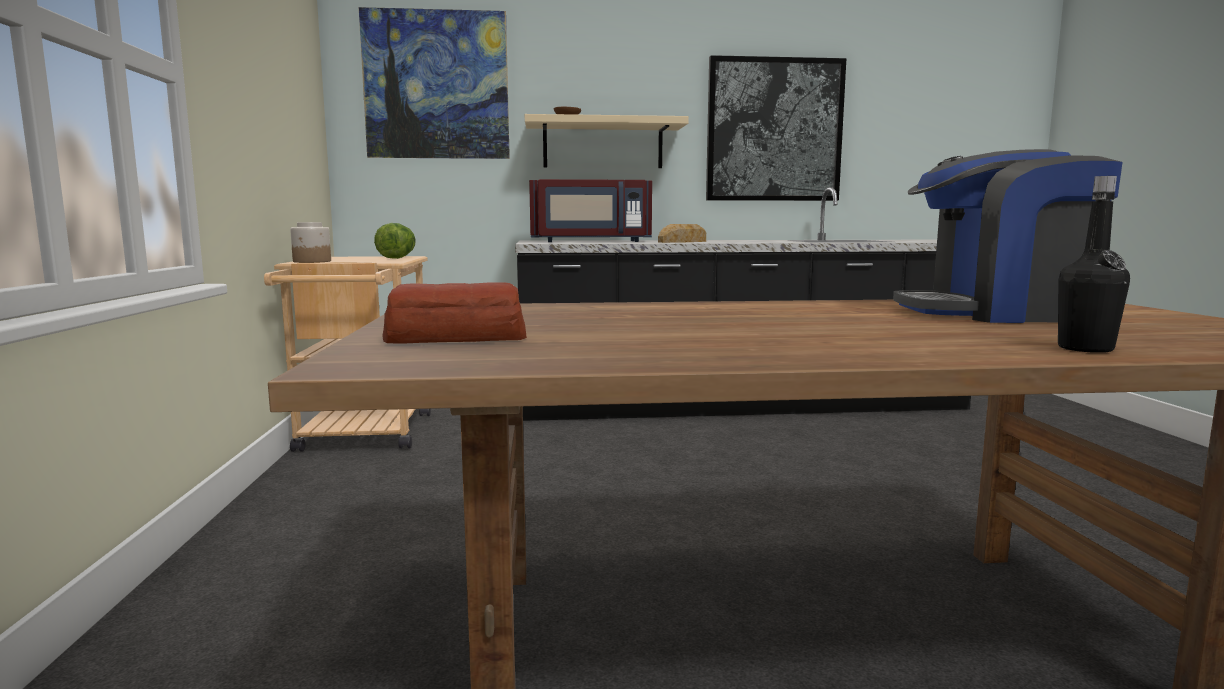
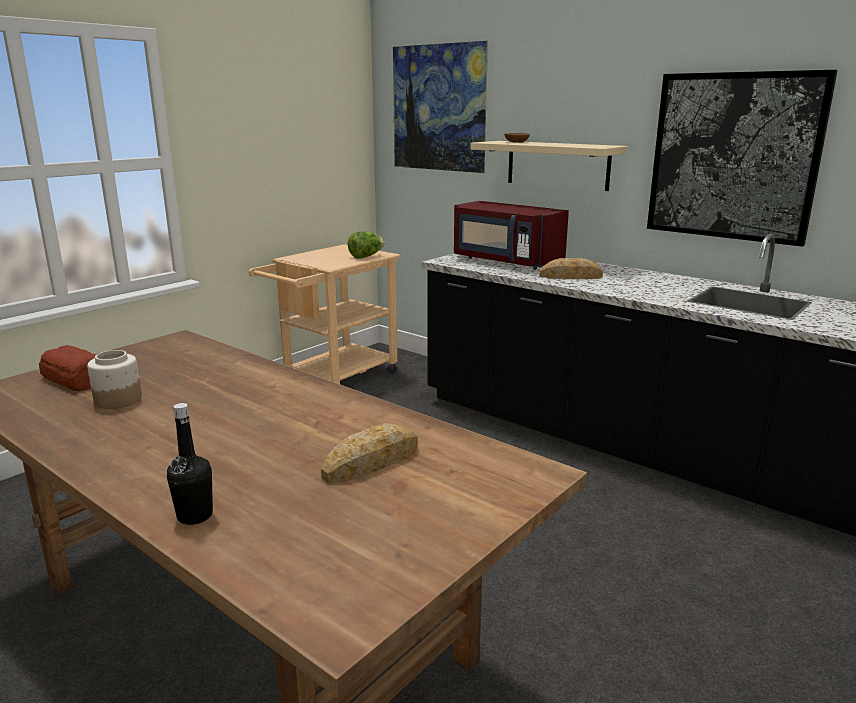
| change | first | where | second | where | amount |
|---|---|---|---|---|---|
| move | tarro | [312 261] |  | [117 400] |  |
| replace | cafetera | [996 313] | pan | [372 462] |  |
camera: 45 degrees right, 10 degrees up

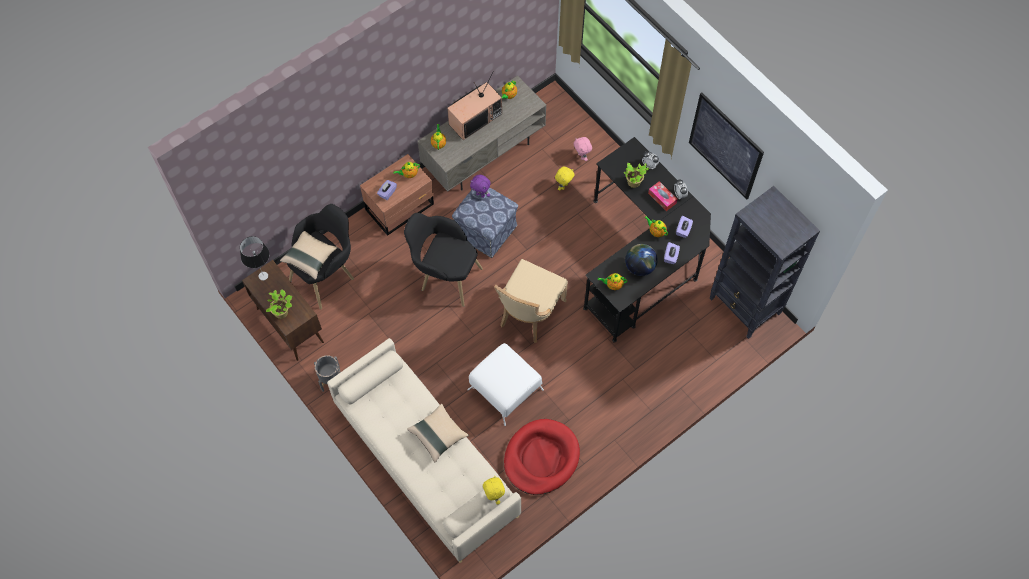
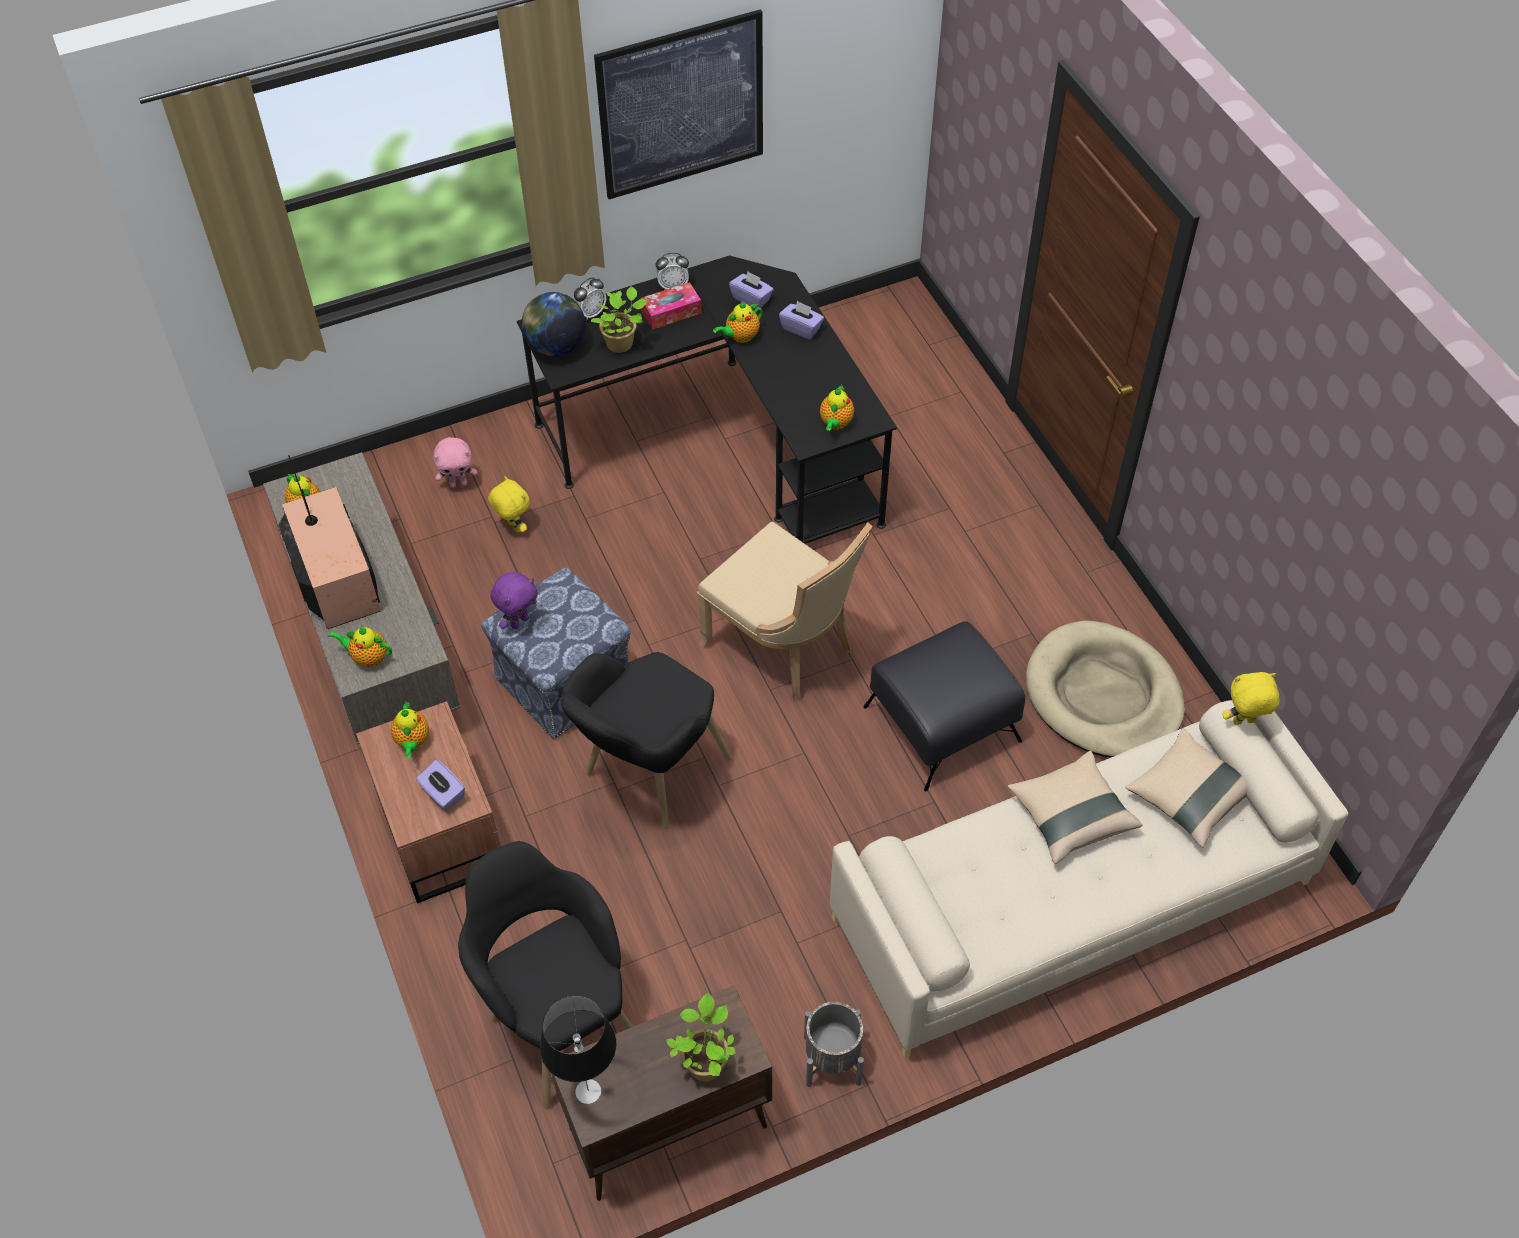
| change | first | where | second | where | amount |
|---|---|---|---|---|---|
| move | cojín [beis] | [310 258] |  | [1189 797] |  |
| recolor | puf [blanco] | [505 389] | puf [negro] | [941 723] |  |
| recolor | cama para perro [rojo] | [541 458] | cama para perro [beis] | [1103 695] |  |
| move | globo terráqueo | [639 266] |  | [556 346] |  |
| delete | estantería [negro] | [745 307] |  |  |  |
camera: 75 degrees left, 10 degrees down

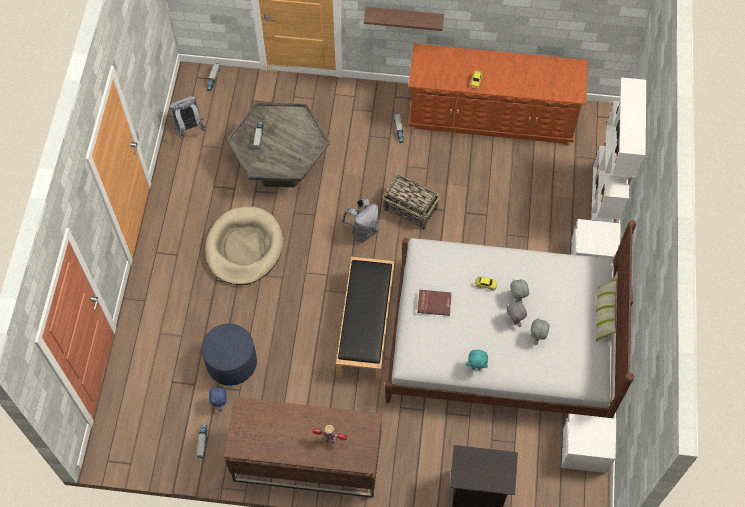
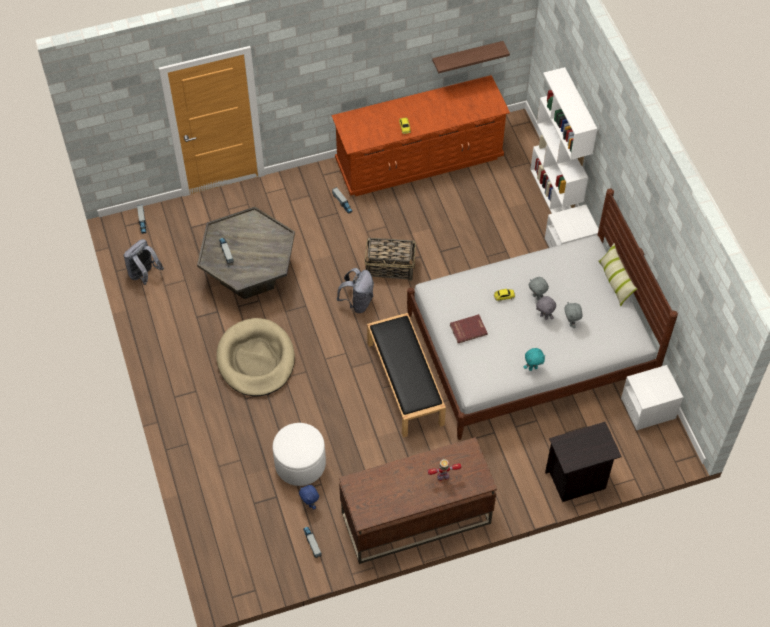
| change | first | where | second | where | amount |
|---|---|---|---|---|---|
| recolor | puf [azul] | [231 362] | puf [blanco] | [300 464] |  |
| move | estante | [404 17] |  | [467 56] |  |
camera: 25 degrees left, 5 degrees down

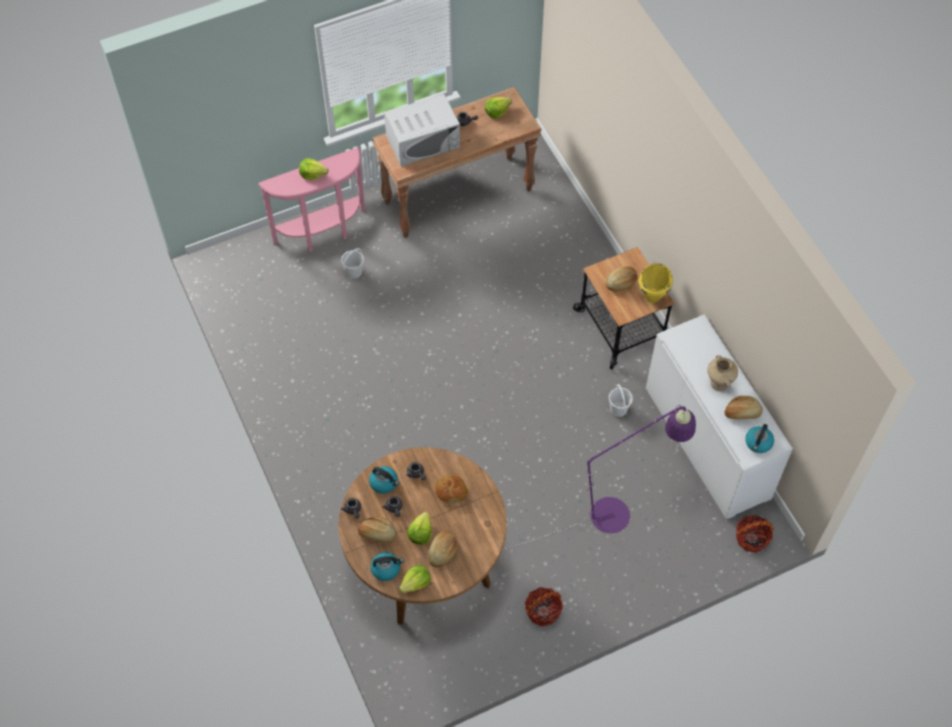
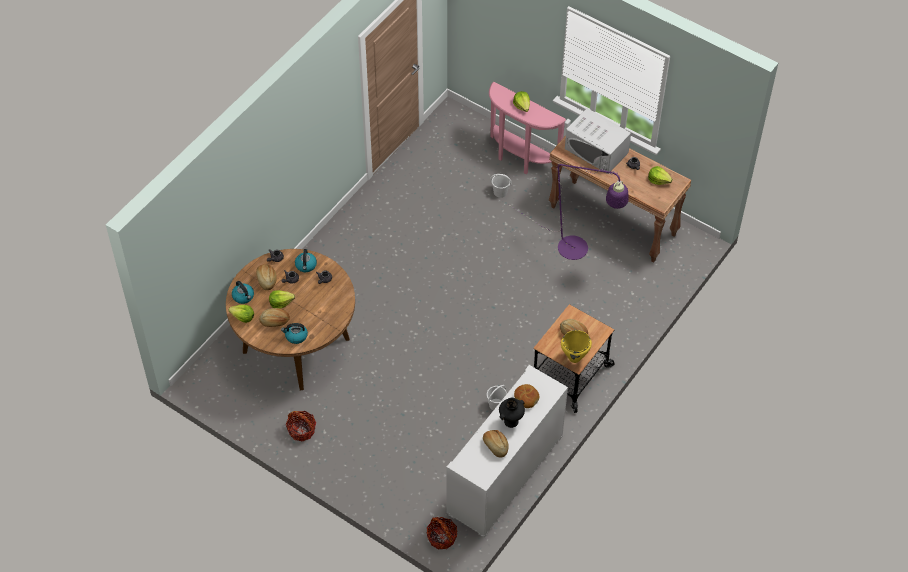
| change | first | where | second | where | amount |
|---|---|---|---|---|---|
| move | pan | [451 491] |  | [526 398] |  |
| move | lámpara de pie [morado] | [620 511] |  | [579 252] |  |
| recolor | florero [beis] | [718 383] | florero [negro] | [511 421] |  |
| move | hervidor | [758 443] |  | [296 336] |  |
camera: 60 degrees right, 5 degrees down

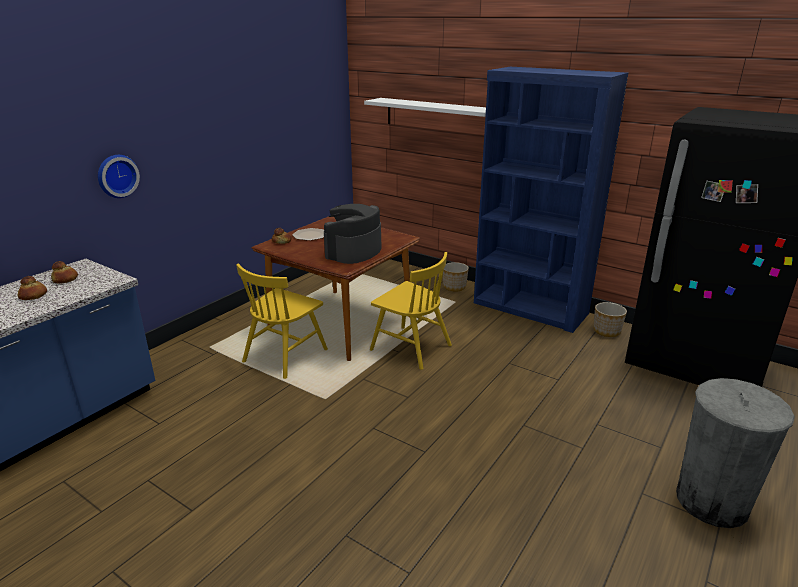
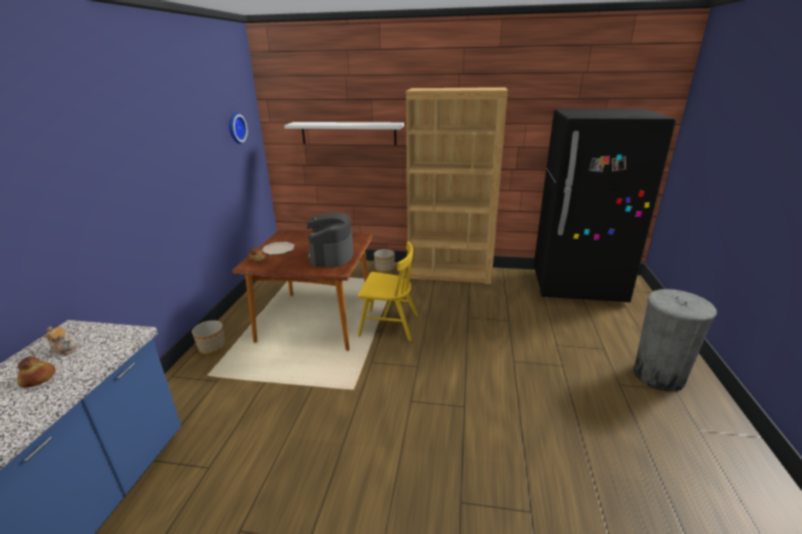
| change | first | where | second | where | amount |
|---|---|---|---|---|---|
| replace | pan | [65 279] | tetera | [65 349] |  |
| move | reloj de pared | [116 176] |  | [235 128] |  |
| delete | silla [amarillo] | [285 355] |  |  |  |
| recolor | estantería [azul] | [530 308] | estantería [marrón] | [450 273] |  |
| move | maceta | [606 331] |  | [212 347] |  |
camera: 25 degrees left, 0 degrees up

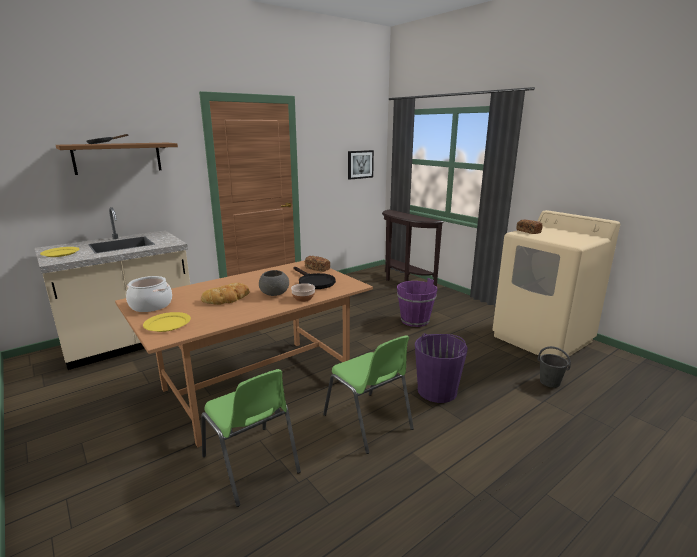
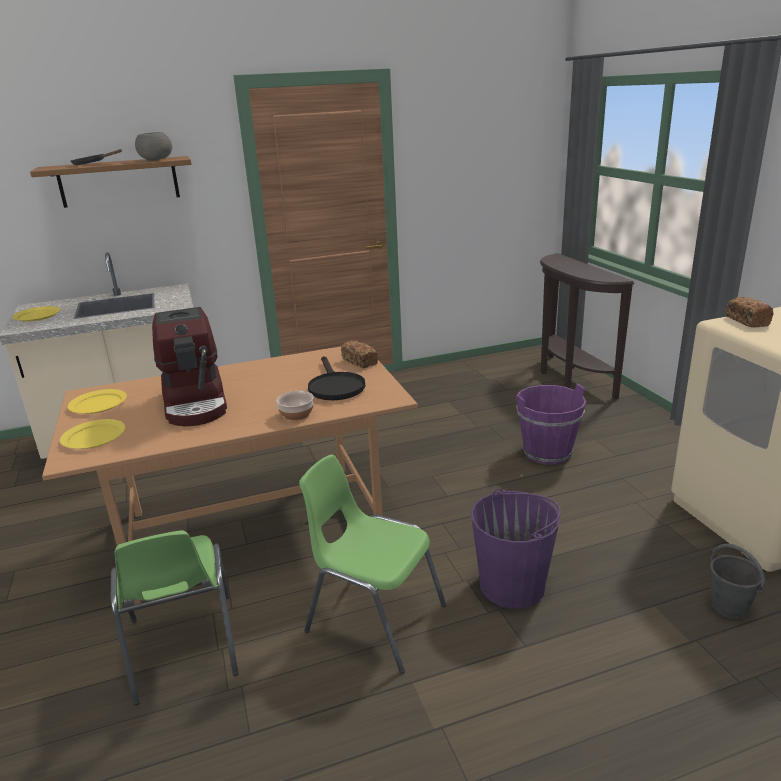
| change | first | where | second | where | amount |
|---|---|---|---|---|---|
| replace | olla | [151 305] | plato [amarillo] | [97 404] |  |
| replace | pan | [227 298] | cafetera | [196 403] |  |
| move | cuenco [gris] | [274 294] |  | [155 160] |  |
| rotate | silla [verde] | [368 422] |  | [374 618] | 135 degrees clockwise |
| delete | cuadro | [360 164] |  |  |  |
camera: 20 degrees right, 5 degrees up

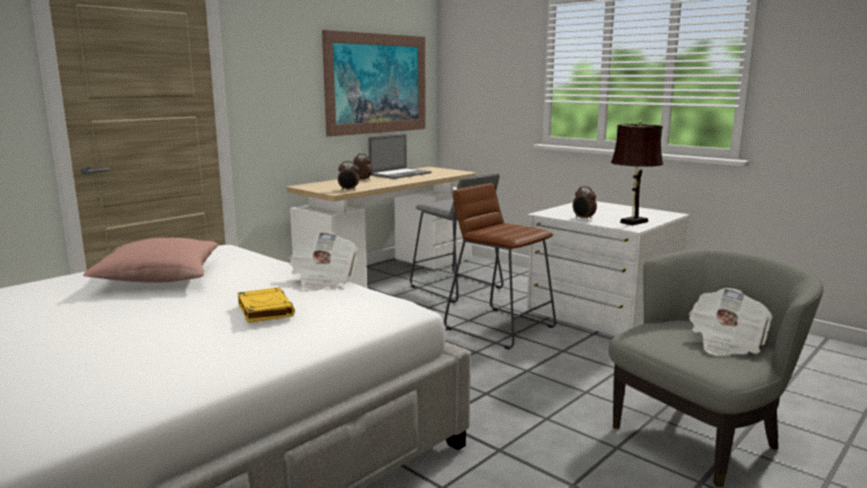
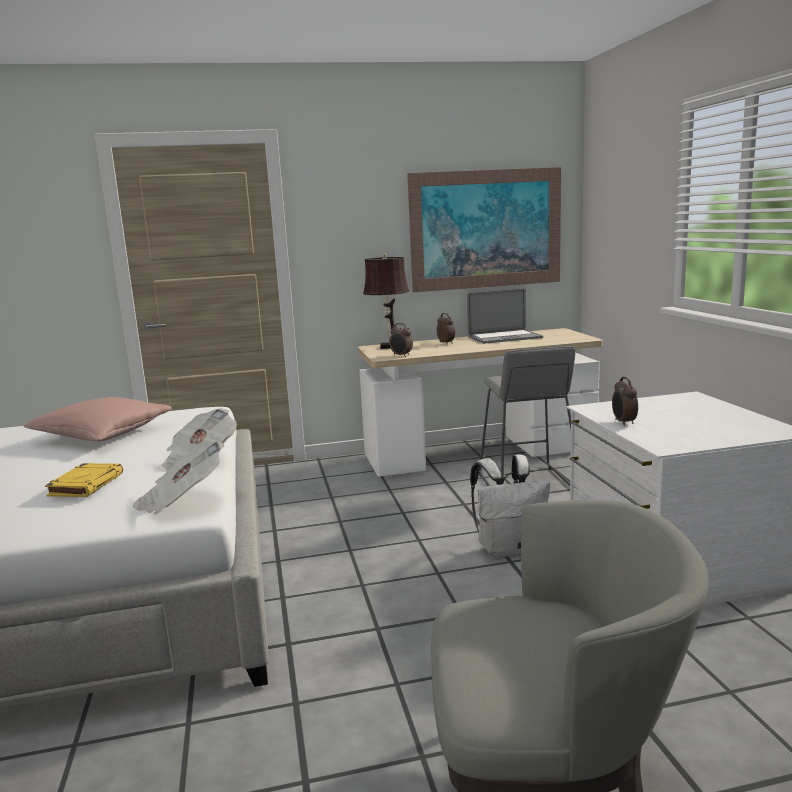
| change | first | where | second | where | amount |
|---|---|---|---|---|---|
| replace | taburete [marrón] | [500 327] | mochila [blanco] | [507 548] |  |
| move | lámpara de mesa [marrón] | [632 222] |  | [389 347] |  |
| move | periódico | [725 342] |  | [181 501] |  |
camera: 35 degrees right, 0 degrees up

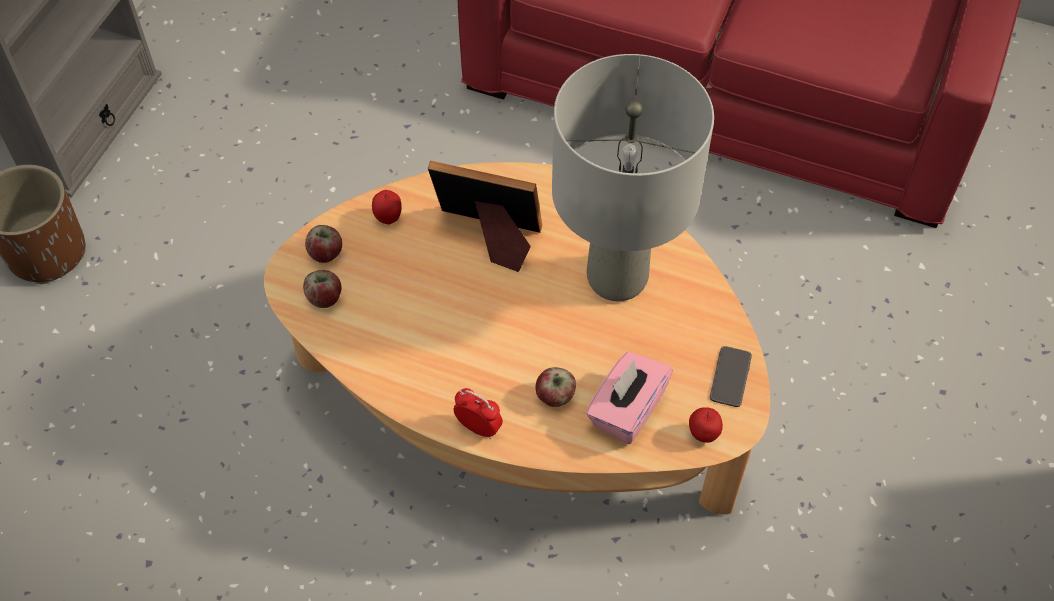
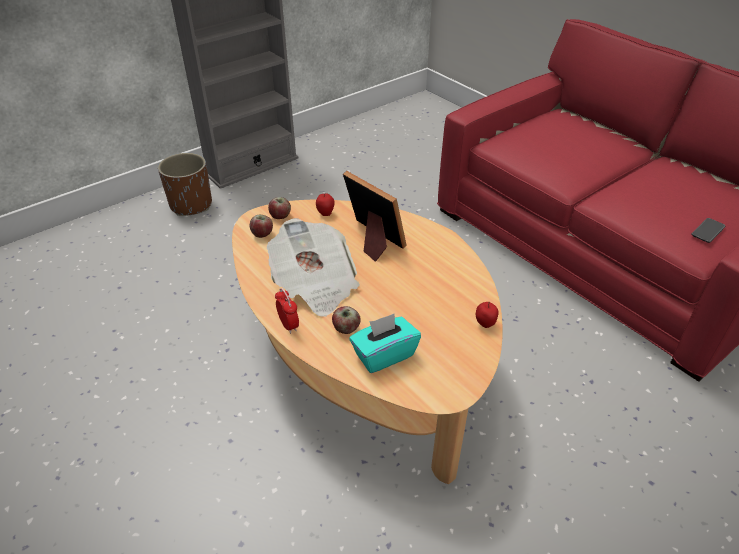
| change | first | where | second | where | amount |
|---|---|---|---|---|---|
| delete | lámpara de mesa [gris] | [618 277] |  |  |  |
| recolor | caja de pañuelos [rosa] | [626 410] | caja de pañuelos [turquesa] | [384 354] |  |
| move | manzana | [703 435] |  | [485 324] |  |
| move | móvil | [730 377] |  | [708 231] |  |
| insert |  |  | periódico | [315 285] |  |
camera: 30 degrees right, 15 degrees down

